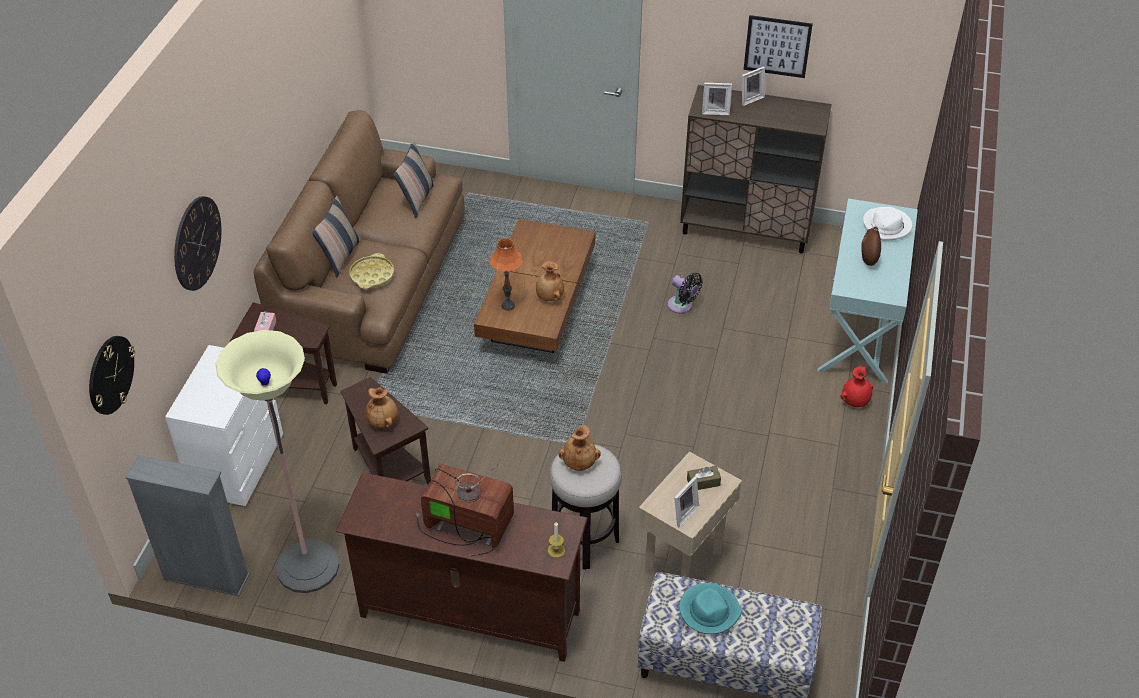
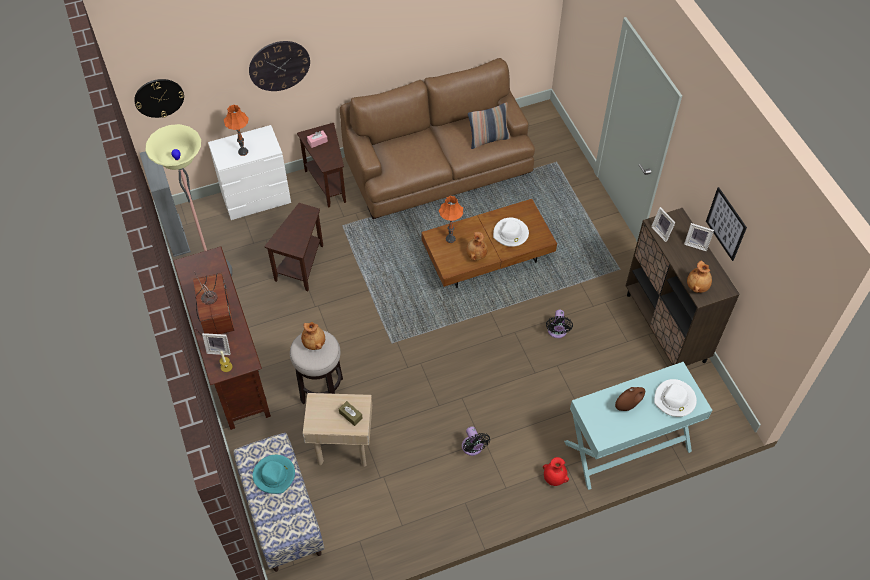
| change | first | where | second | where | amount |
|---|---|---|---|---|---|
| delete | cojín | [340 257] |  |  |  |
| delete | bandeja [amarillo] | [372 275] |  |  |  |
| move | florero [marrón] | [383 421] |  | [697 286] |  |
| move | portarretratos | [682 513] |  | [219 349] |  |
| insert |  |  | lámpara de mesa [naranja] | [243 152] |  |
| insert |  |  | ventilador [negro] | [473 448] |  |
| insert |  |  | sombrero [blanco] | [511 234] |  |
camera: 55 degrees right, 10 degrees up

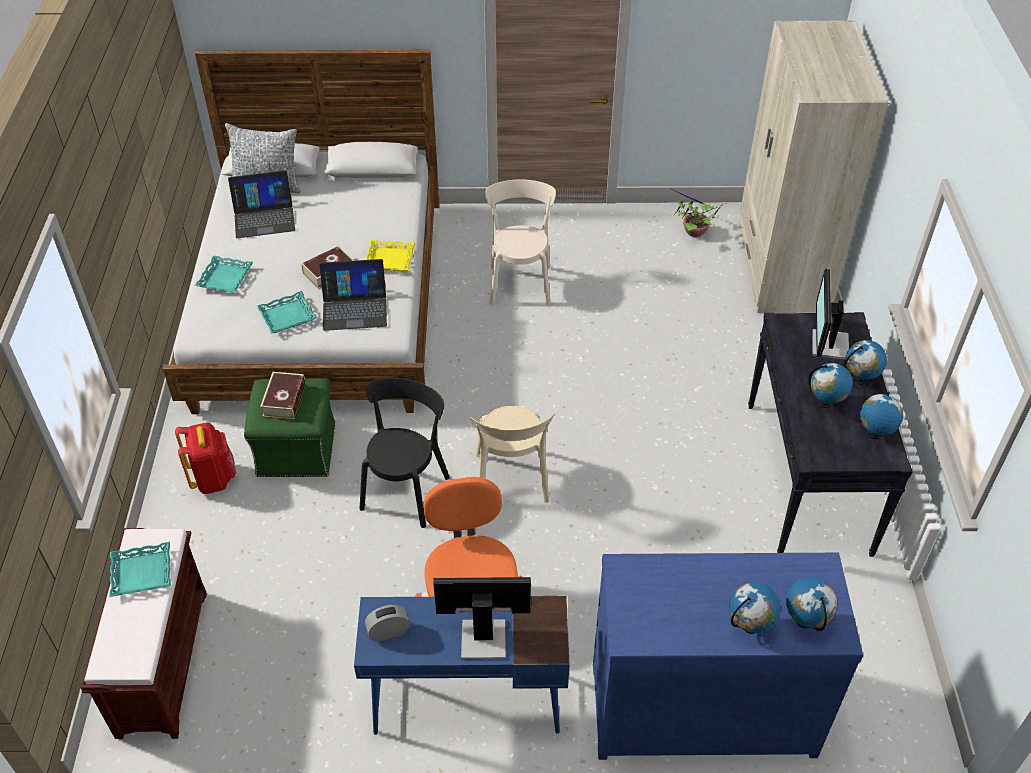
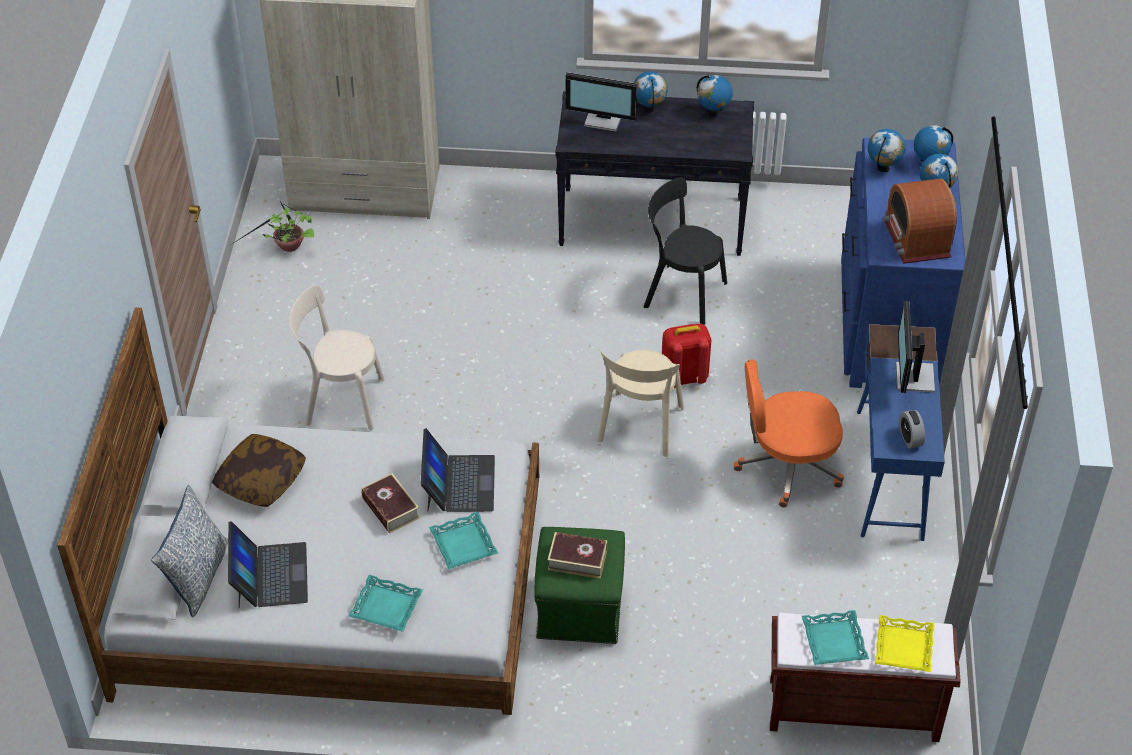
| change | first | where | second | where | amount |
|---|---|---|---|---|---|
| move | mochila [rojo] | [213 478] |  | [683 377] |  |
| move | silla [negro] | [406 489] |  | [681 293] |  |
| move | bandeja [amarillo] | [389 259] |  | [904 648] |  |
| rotate | silla [beis] | [511 481] |  | [639 428] | 105 degrees clockwise |
| move | globo terráqueo | [825 403] |  | [883 168] |  |
| insert |  |  | cojín | [261 480] |  |
| insert |  |  | radio | [916 239] |  |
camera: 85 degrees left, 0 degrees up

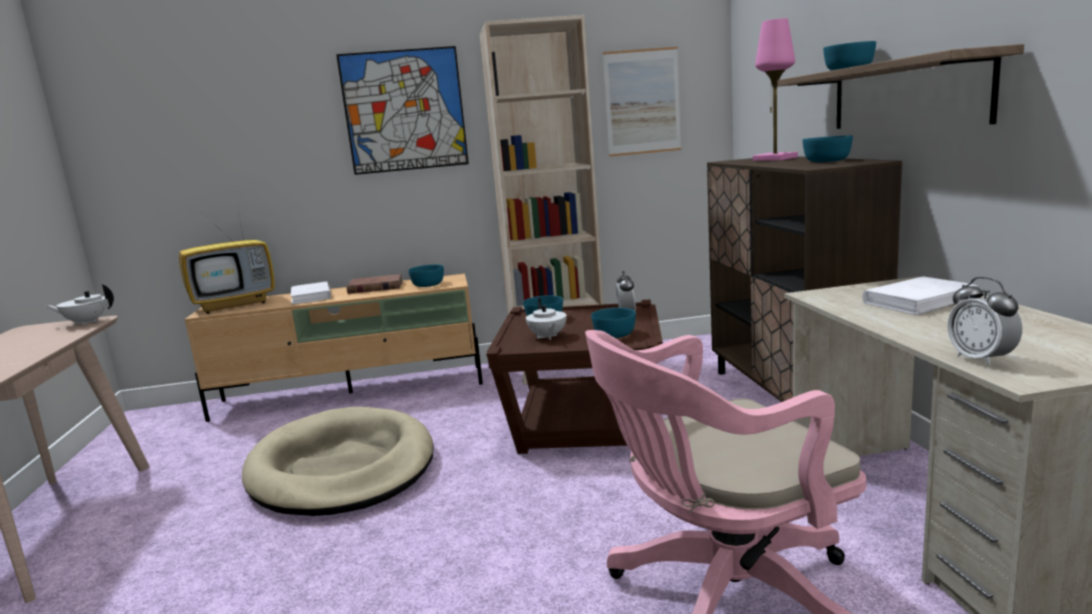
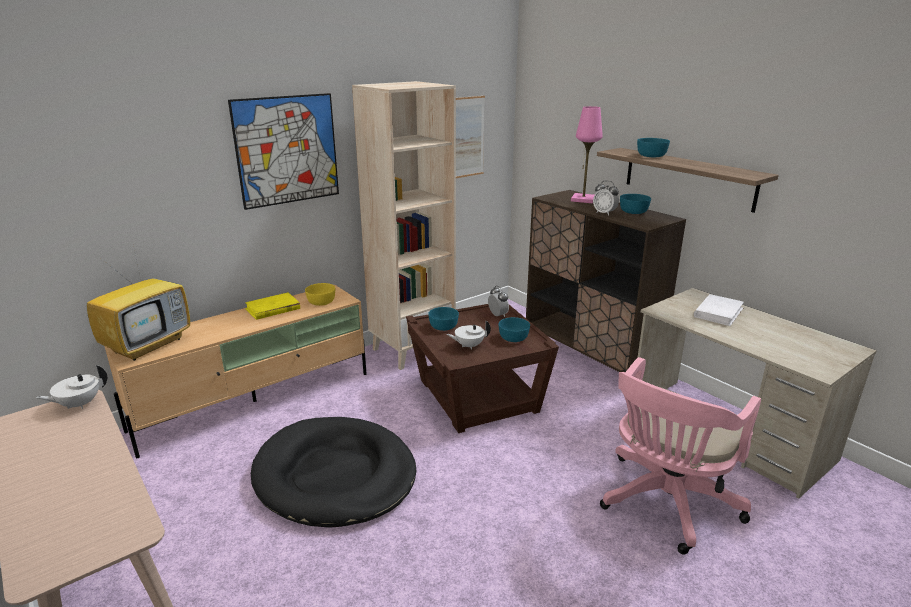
| change | first | where | second | where | amount |
|---|---|---|---|---|---|
| recolor | cama para perro [beis] | [342 468] | cama para perro [negro] | [335 475] |  |
| delete | libro [blanco] | [311 296] |  |  |  |
| recolor | libro [marrón] | [375 287] | libro [amarillo] | [272 309] |  |
| recolor | cuenco [turquesa] | [428 285] | cuenco [amarillo] | [322 302] |  |
| rotate | tetera [blanco] | [547 337] |  | [469 346] | 120 degrees clockwise |
| move | despertador | [981 359] |  | [604 213] |  |
camera: 30 degrees left, 10 degrees up

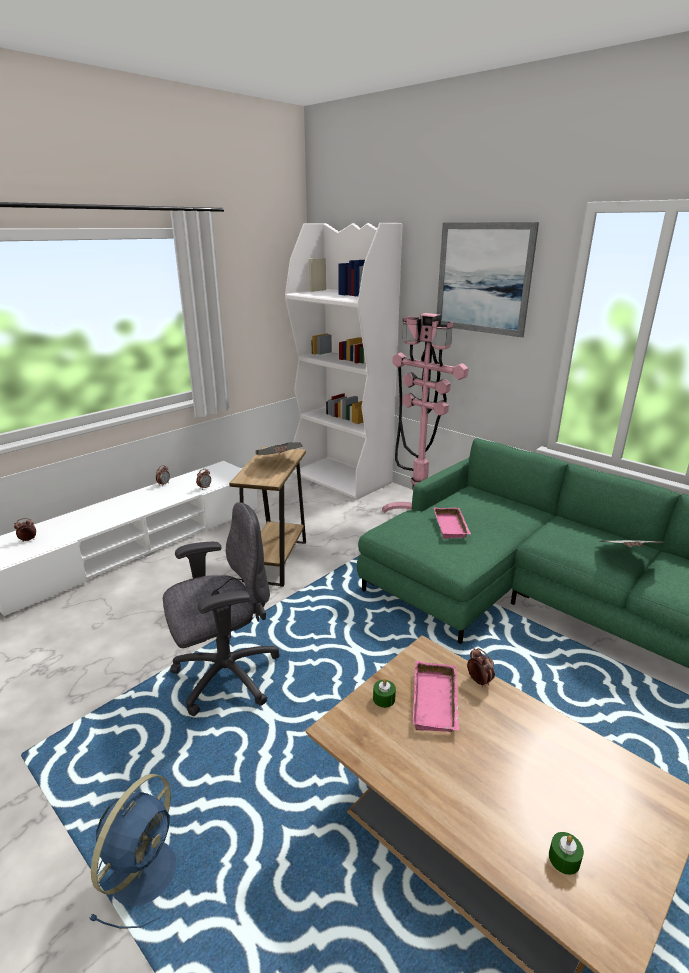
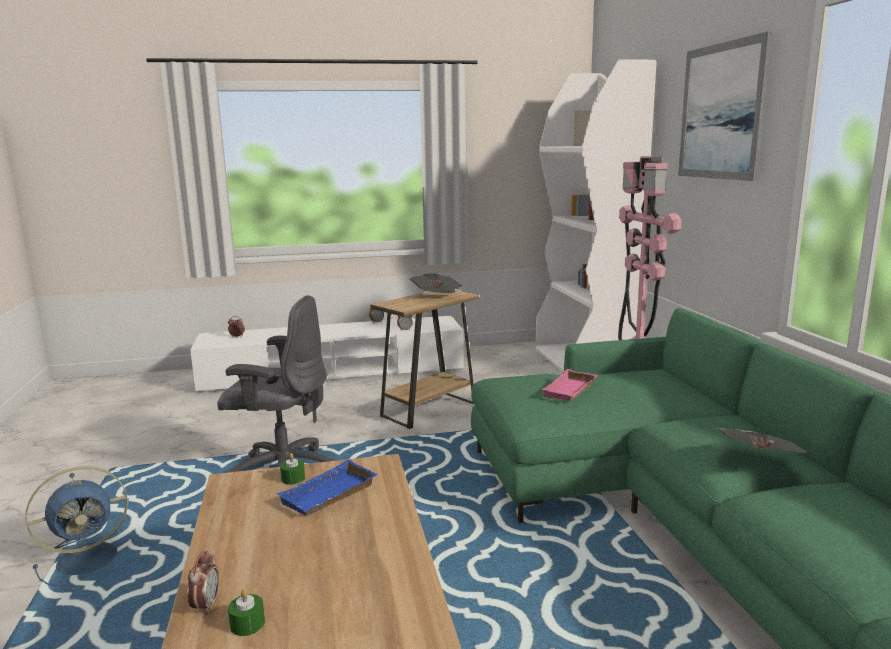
| change | first | where | second | where | amount |
|---|---|---|---|---|---|
| recolor | bandeja [rosa] | [437 702] | bandeja [azul] | [329 496] |  |
| move | despertador | [479 681] |  | [206 605] |  |
camera: 35 degrees right, 10 degrees down

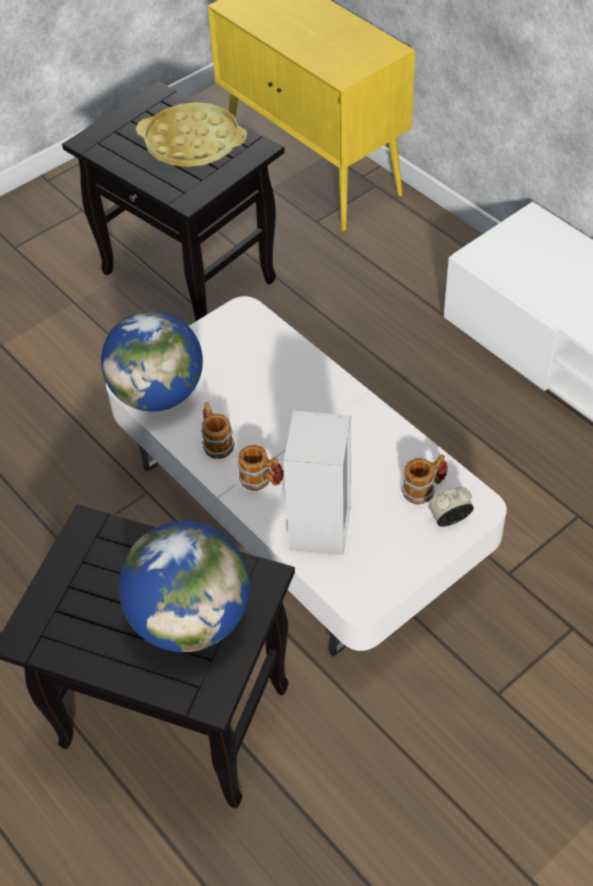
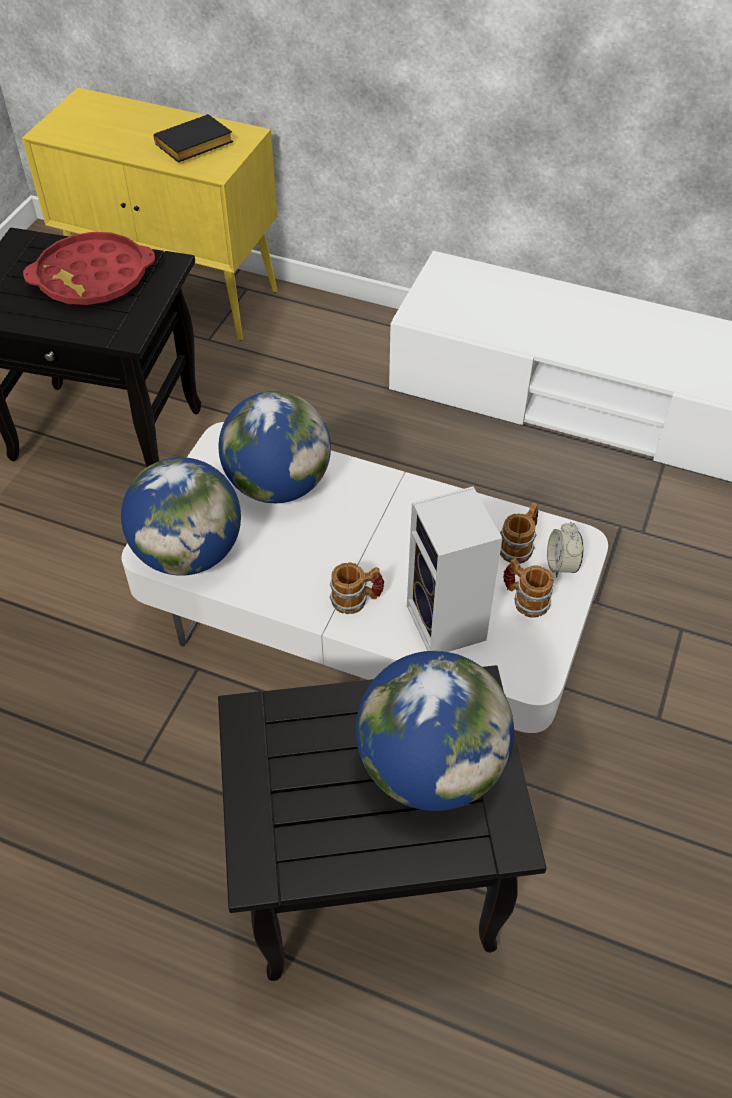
| change | first | where | second | where | amount |
|---|---|---|---|---|---|
| recolor | bandeja [amarillo] | [192 143] | bandeja [rojo] | [93 278] |  |
| move | taza grande | [216 442] |  | [525 599] |  |
| rotate | despertador | [449 519] |  | [561 565] | 45 degrees counterclockwise |
| insert |  |  | libro [negro] | [193 146] |  |
| insert |  |  | globo terráqueo | [278 485] |  |
camera: 30 degrees left, 0 degrees up

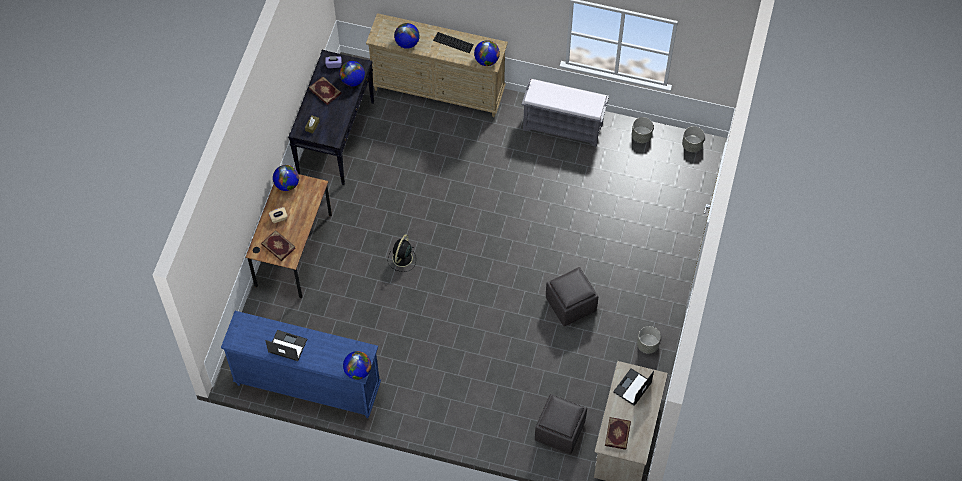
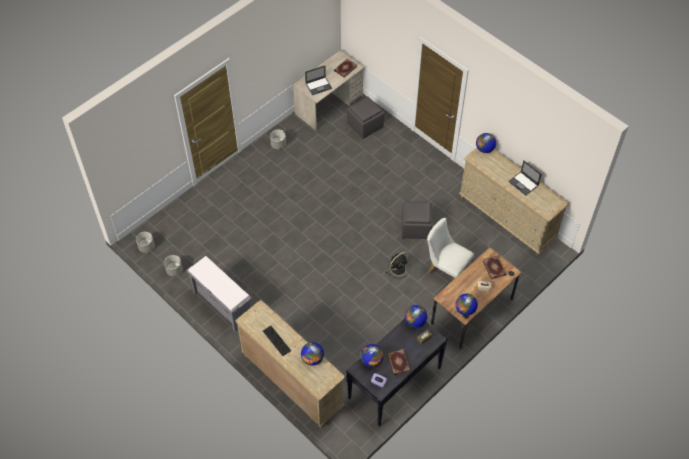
| change | first | where | second | where | amount |
|---|---|---|---|---|---|
| recolor | cómoda [azul] | [307 385] | cómoda [beis] | [507 219] |  |
| move | globo terráqueo | [486 60] |  | [415 321] |  |
| move | puf [gris] | [570 305] |  | [416 227] |  |
| insert |  |  | silla [blanco] | [446 269] |  |
camera: 150 degrees left, 5 degrees down

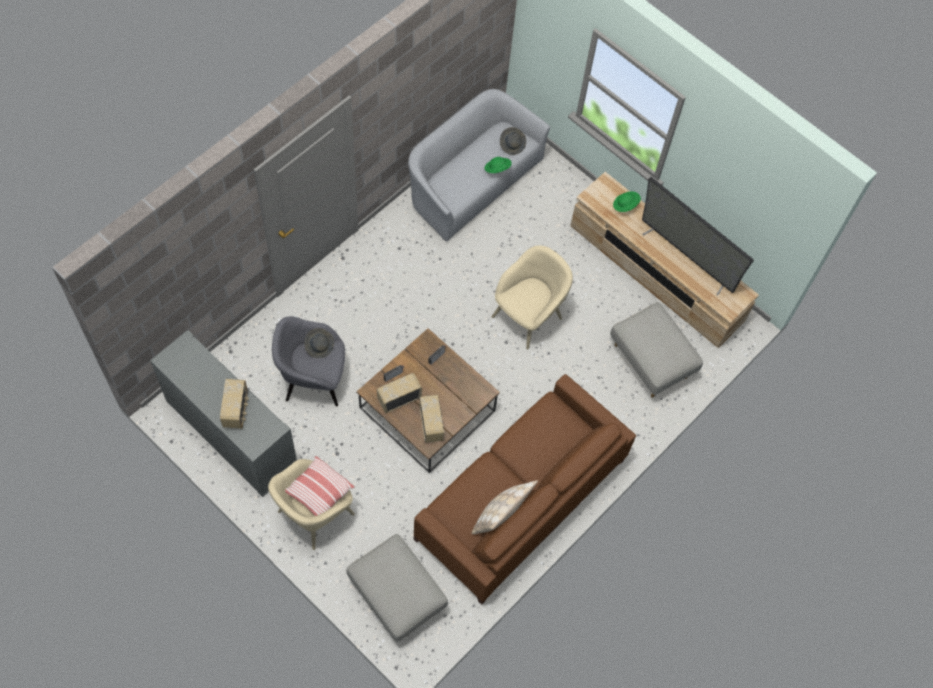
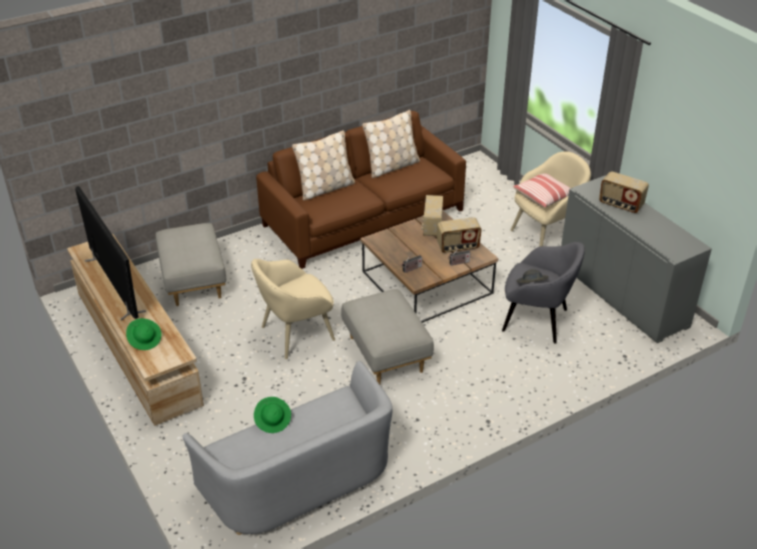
| change | first | where | second | where | amount |
|---|---|---|---|---|---|
| rotate | radio | [236 410] |  | [620 205] | 75 degrees counterclockwise |
| move | puf [gris] | [396 596] |  | [387 355] |  |
| delete | sombrero [gris] | [512 145] |  |  |  |
| insert |  |  | cojín [beis] | [325 188] |  |
camera: 160 degrees left, 25 degrees down

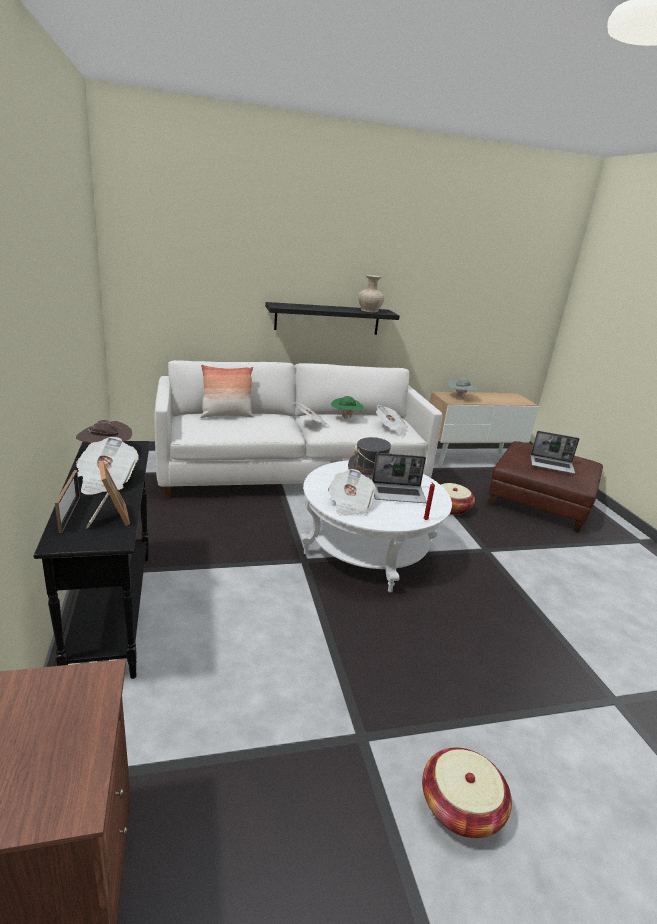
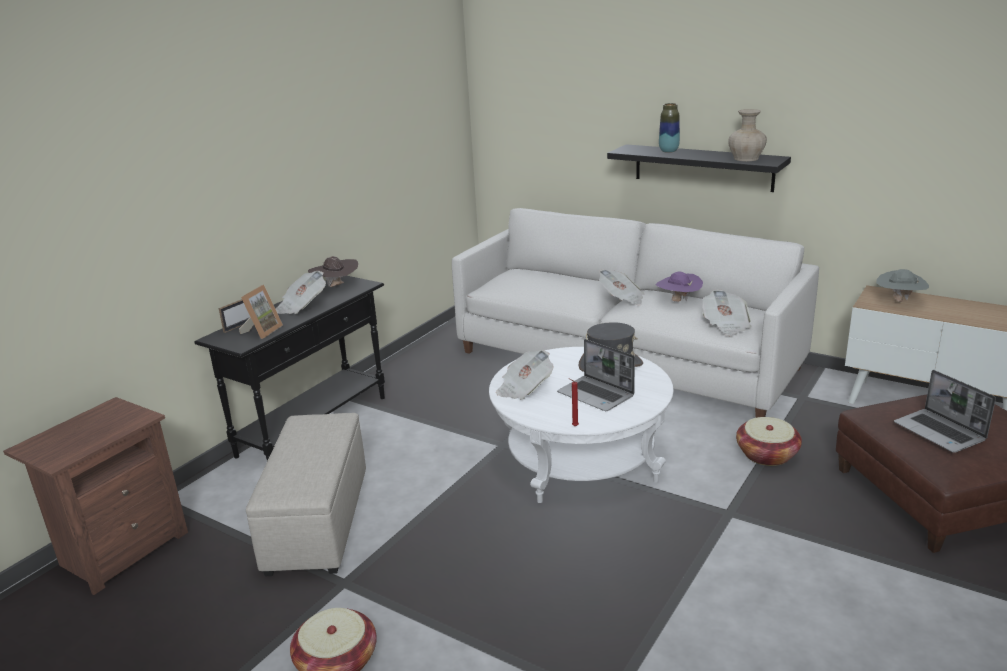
| change | first | where | second | where | amount |
|---|---|---|---|---|---|
| delete | cojín | [226 415] |  |  |  |
| recolor | sombrero [verde] | [345 418] | sombrero [morado] | [678 301] |  |
| insert |  |  | puf [beis] | [318 520] |  |
| insert |  |  | florero | [668 151] |  |
camera: 50 degrees right, 0 degrees up

